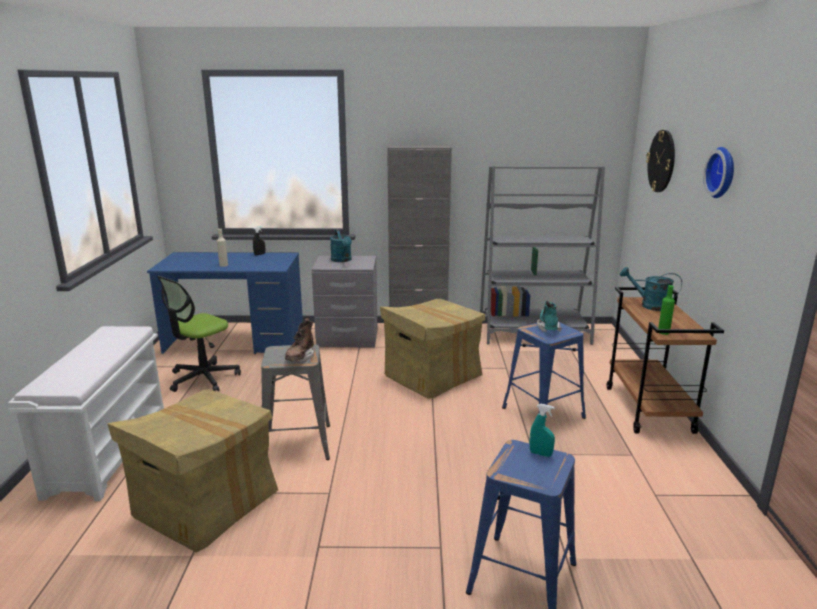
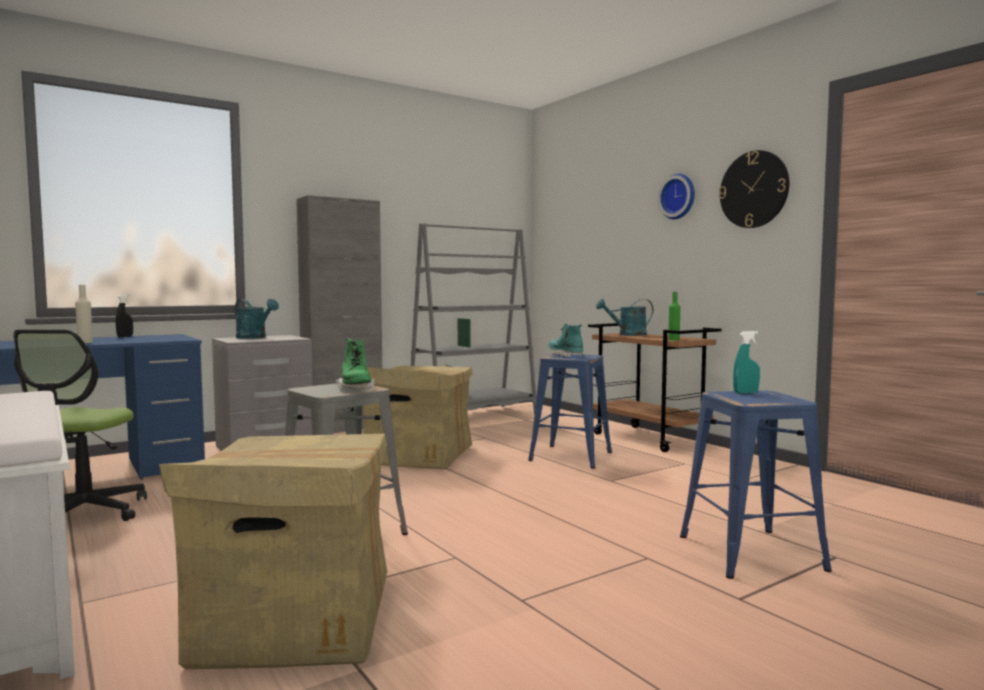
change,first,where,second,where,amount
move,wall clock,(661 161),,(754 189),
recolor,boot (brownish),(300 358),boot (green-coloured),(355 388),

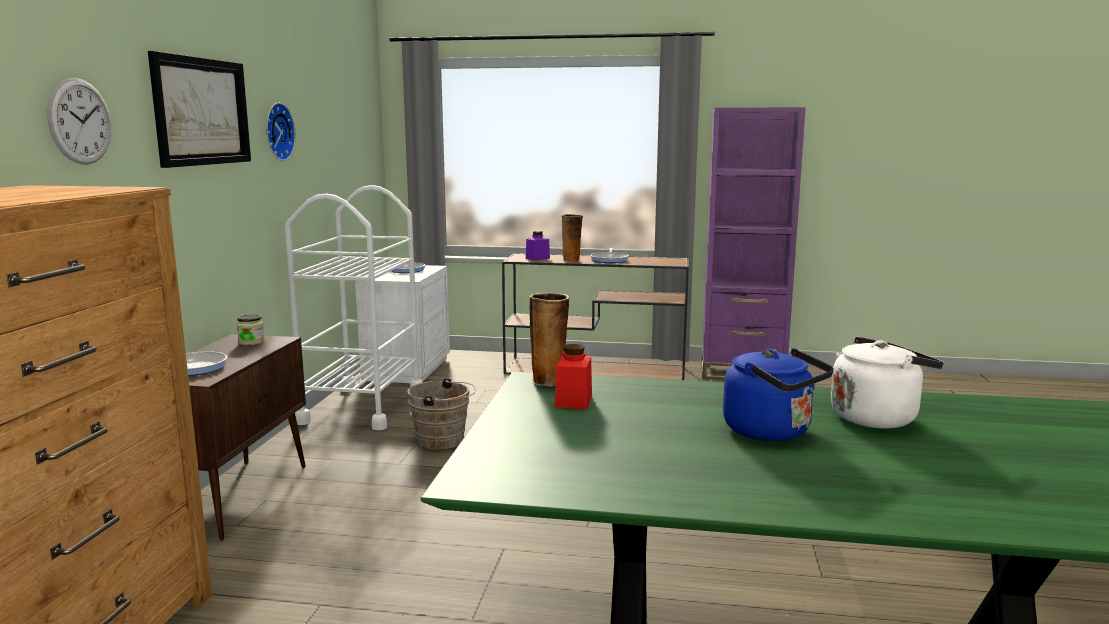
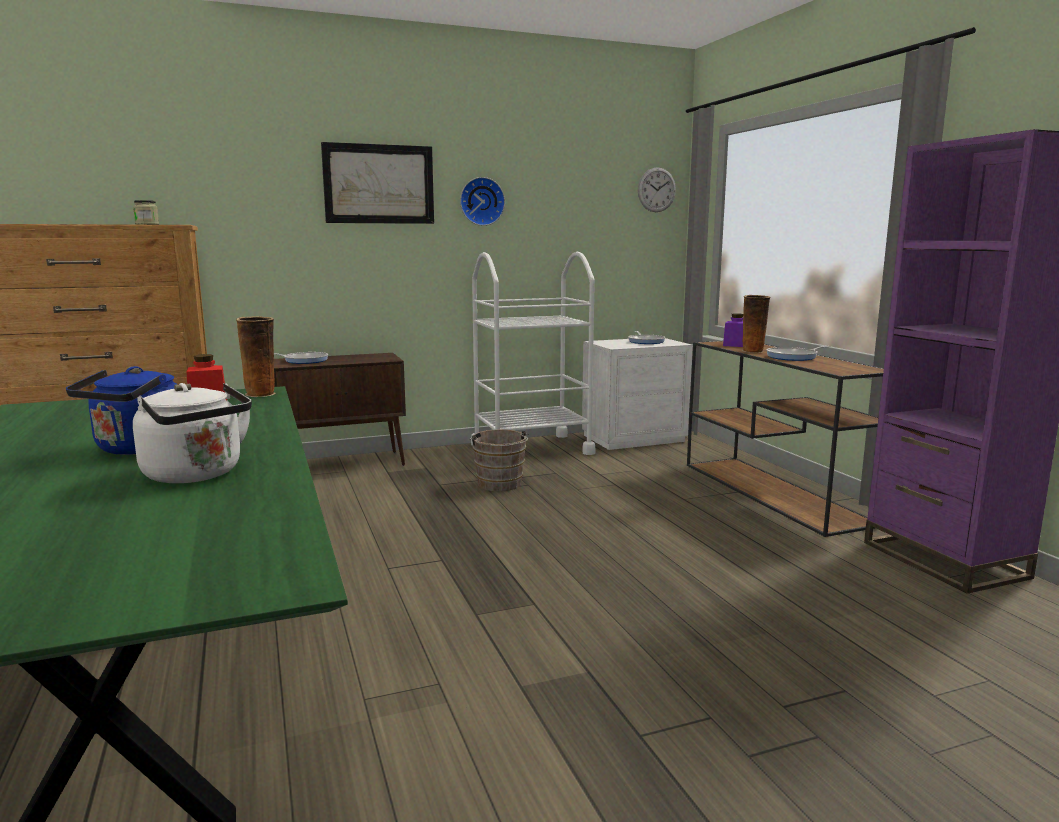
change,first,where,second,where,amount
move,wall clock,(80 121),,(656 190),
move,preserve jar,(251 342),,(147 224),

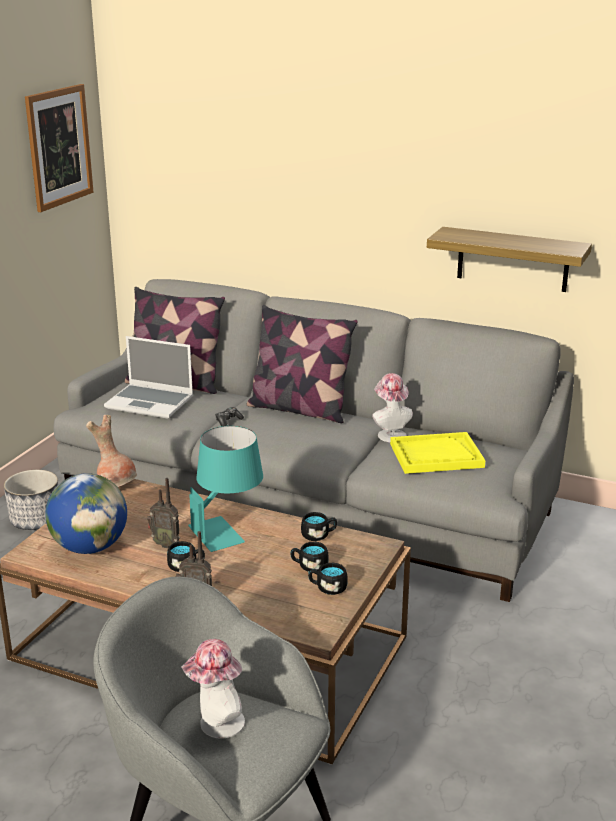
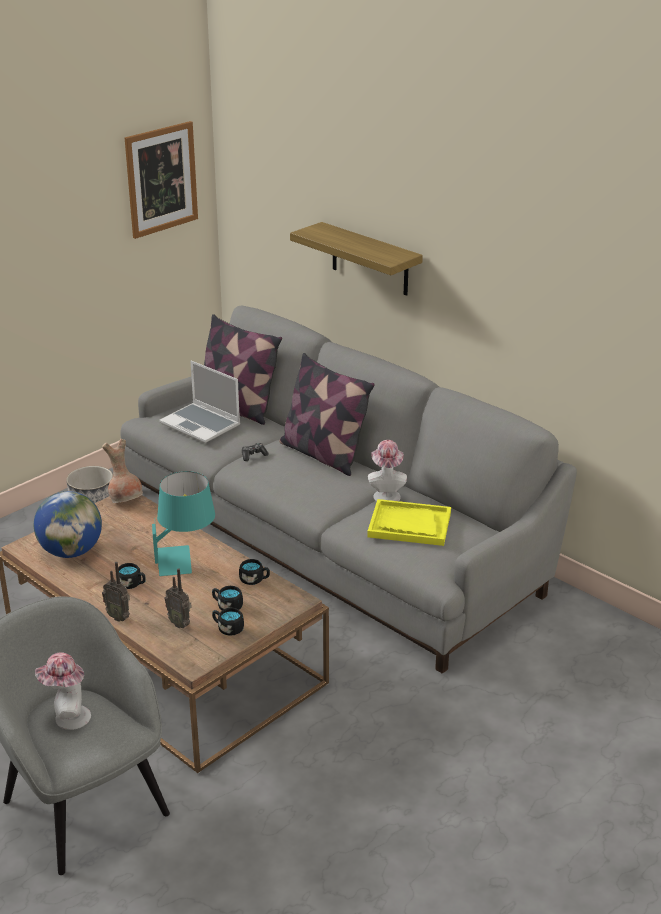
change,first,where,second,where,amount
move,radio set,(166 544),,(180 623),
move,bracket shelf,(513 259),,(370 259),

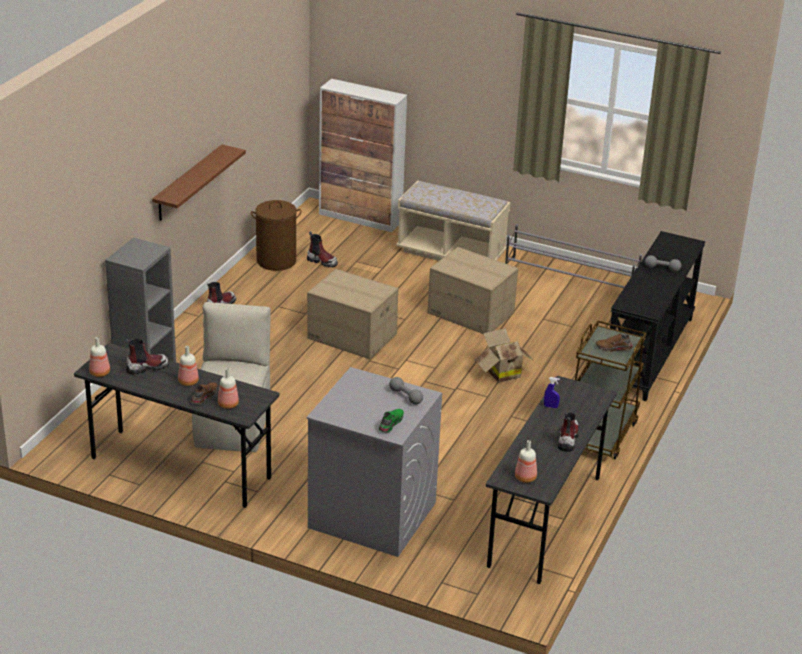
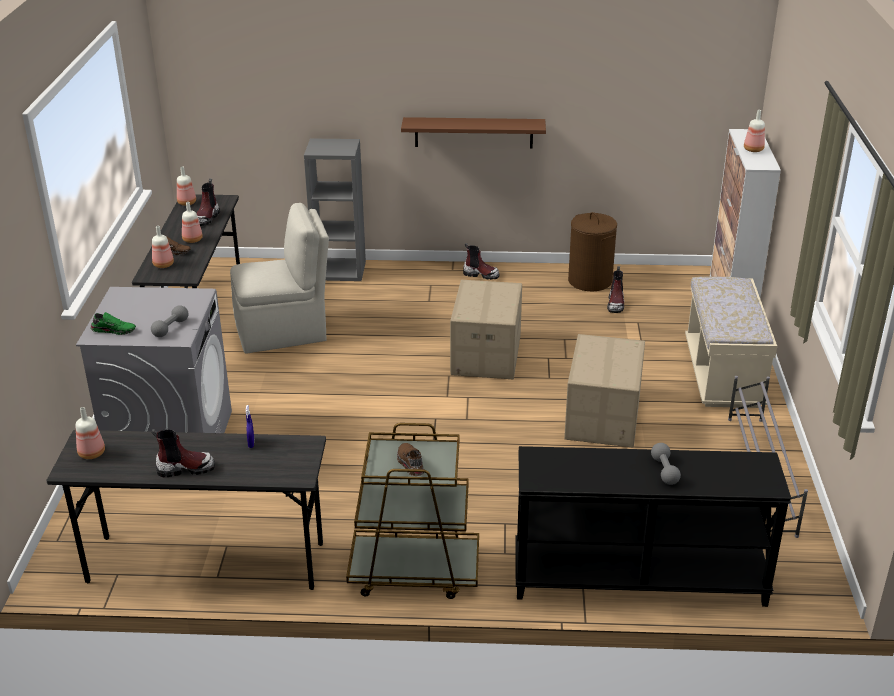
change,first,where,second,where,amount
delete,carton,(501 373),,,
insert,,,drink bottle,(753 150),
rotate,boot,(147 367),,(206 218),60 degrees clockwise

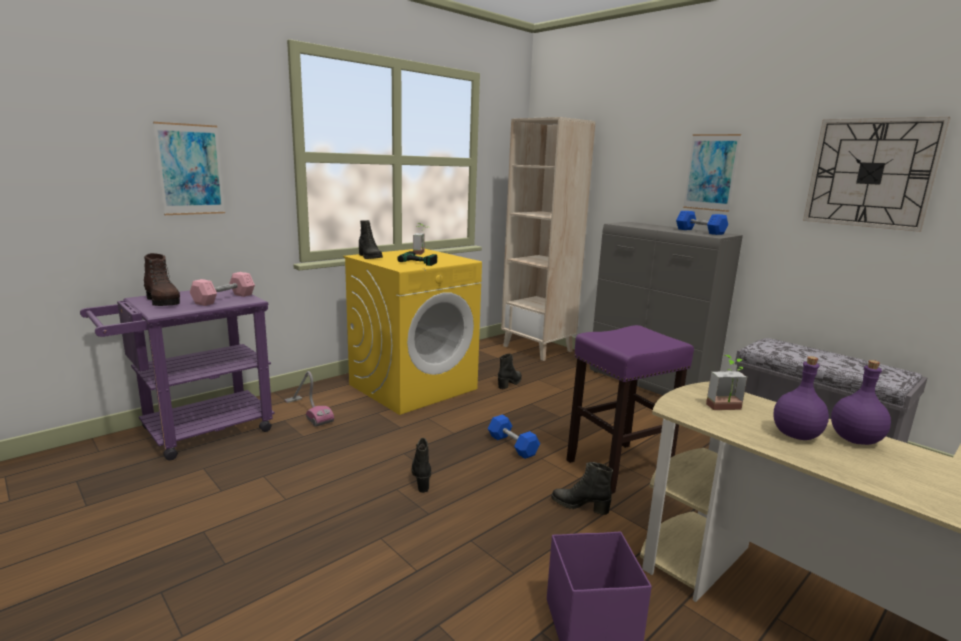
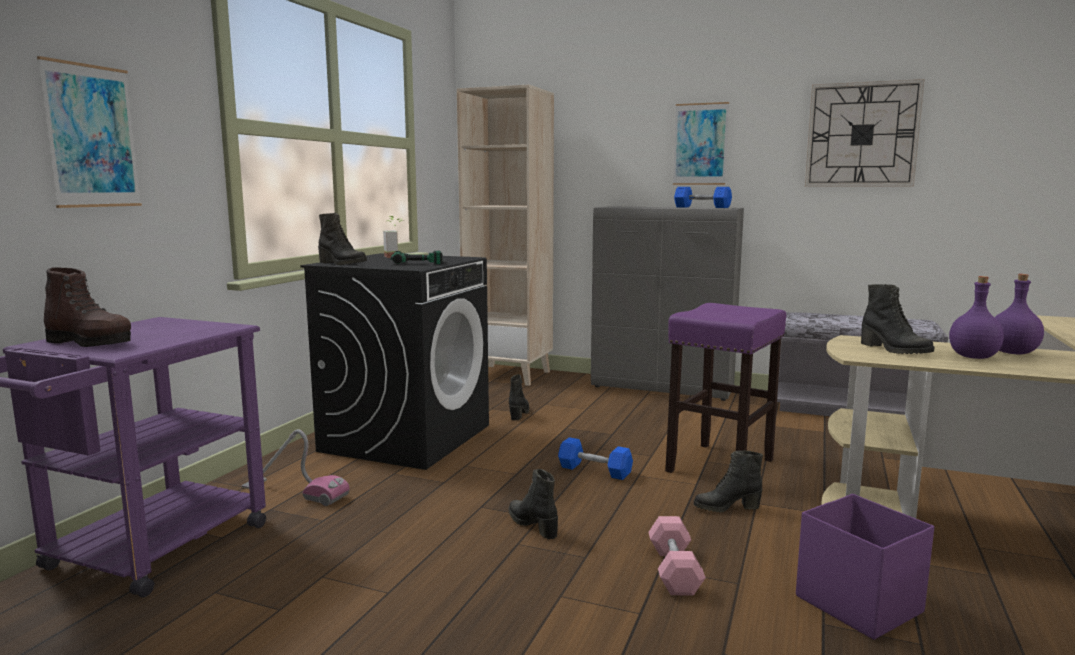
change,first,where,second,where,amount
move,free weight (pink),(224 299),,(674 570),
replace,potted plant,(727 409),boot (blackish),(894 350),
recolor,washing machine (yellow-coloured),(413 386),washing machine (blackish),(406 437),

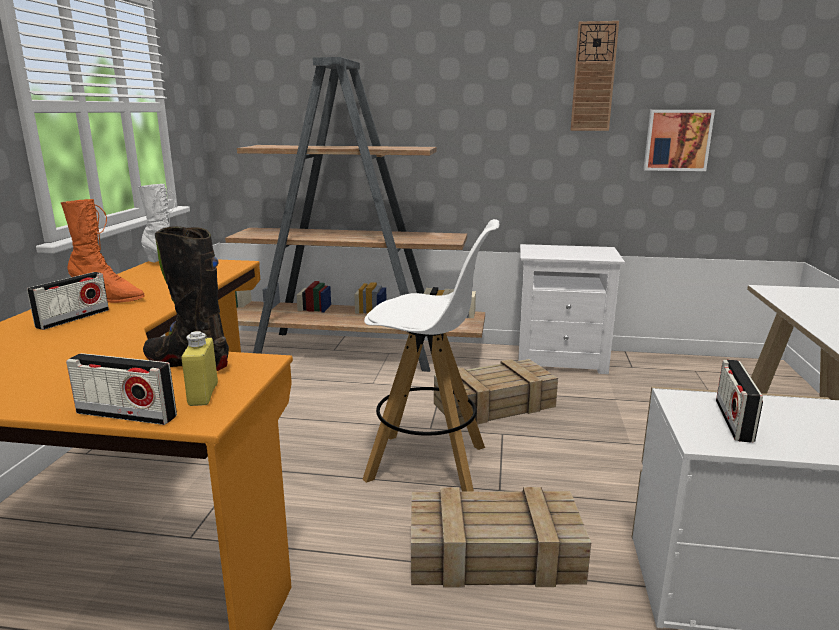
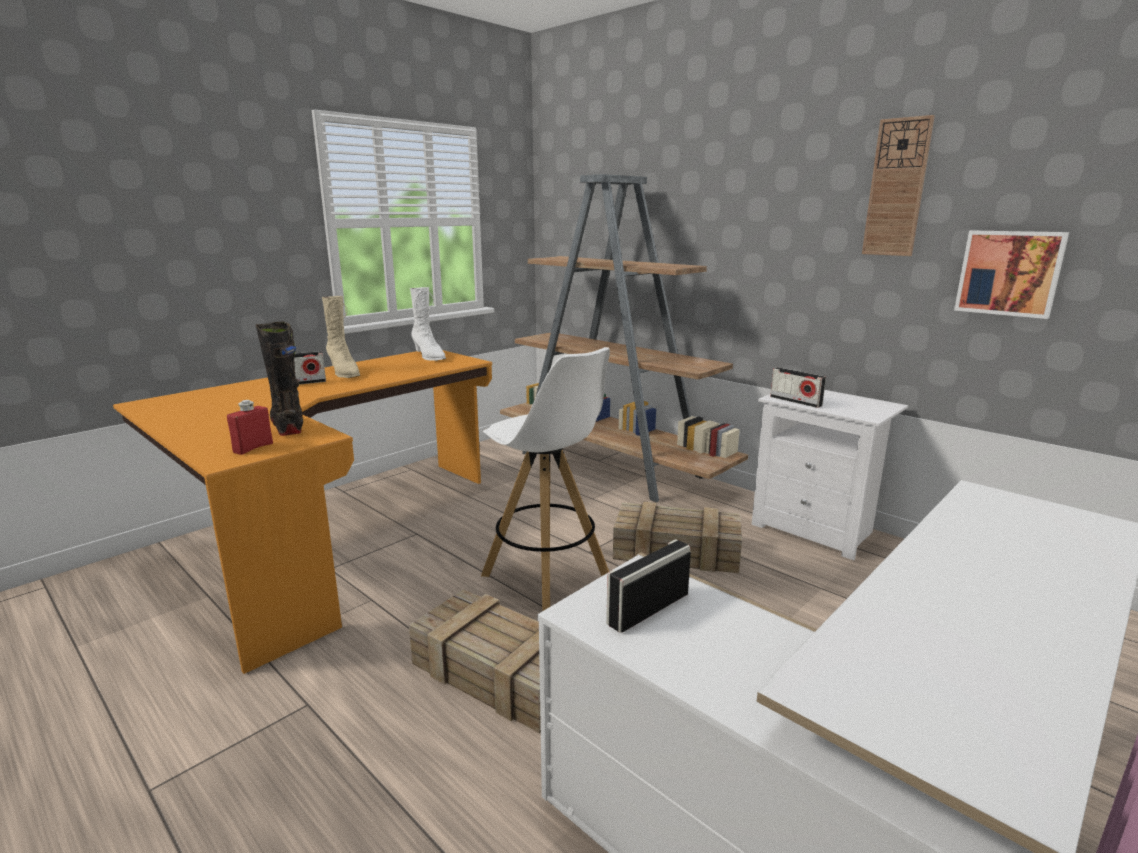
change,first,where,second,where,amount
move,radio set,(126 415),,(795 401),
recolor,boot (orangey),(108 297),boot (beige-coloured),(344 372),
recolor,drink bottle (yellow-coloured),(203 394),drink bottle (red),(253 448),

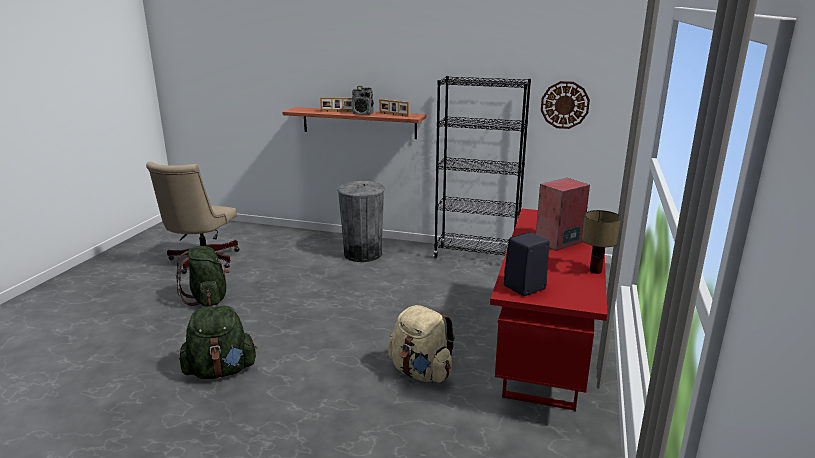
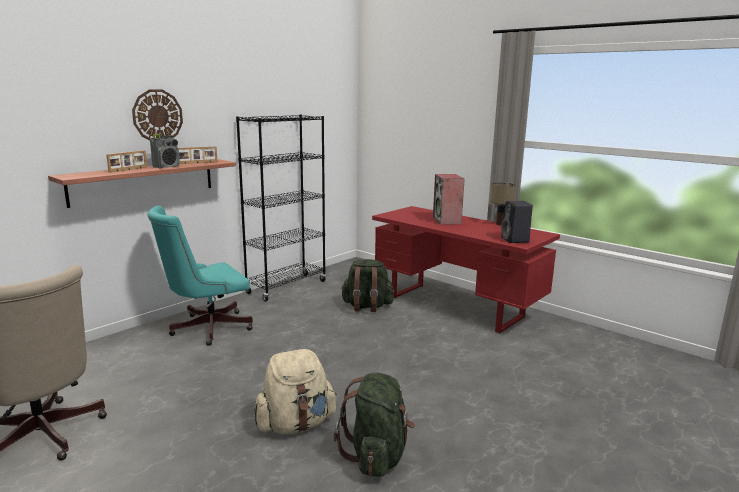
change,first,where,second,where,amount
move,backpack (green-coloured),(208 299),,(367 306),
move,backpack (beige-coloured),(421 372),,(296 424),
move,wall clock,(564 105),,(157 116),
replace,waste bin (greyish),(363 254),office chair (turquoise),(206 328),

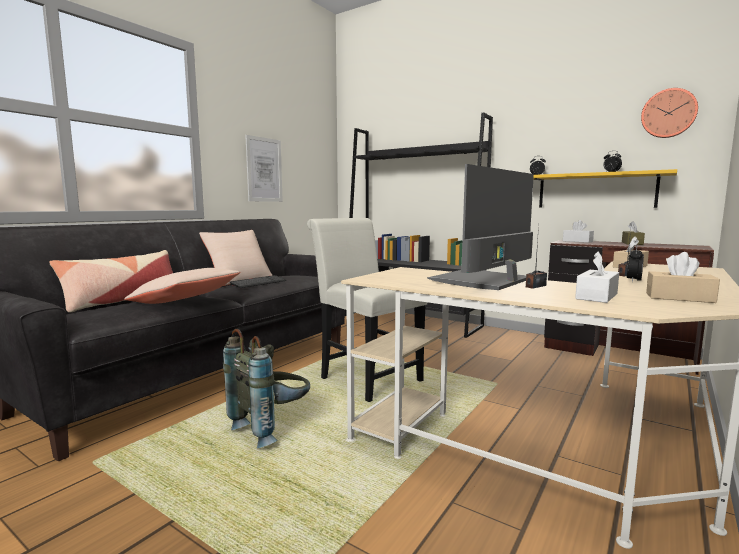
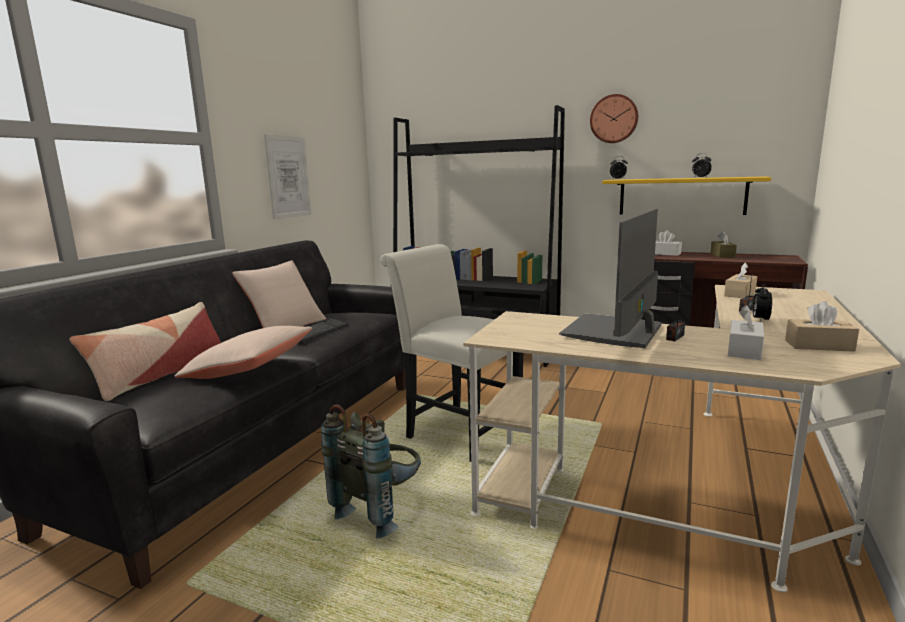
change,first,where,second,where,amount
move,wall clock,(668 113),,(614 119),

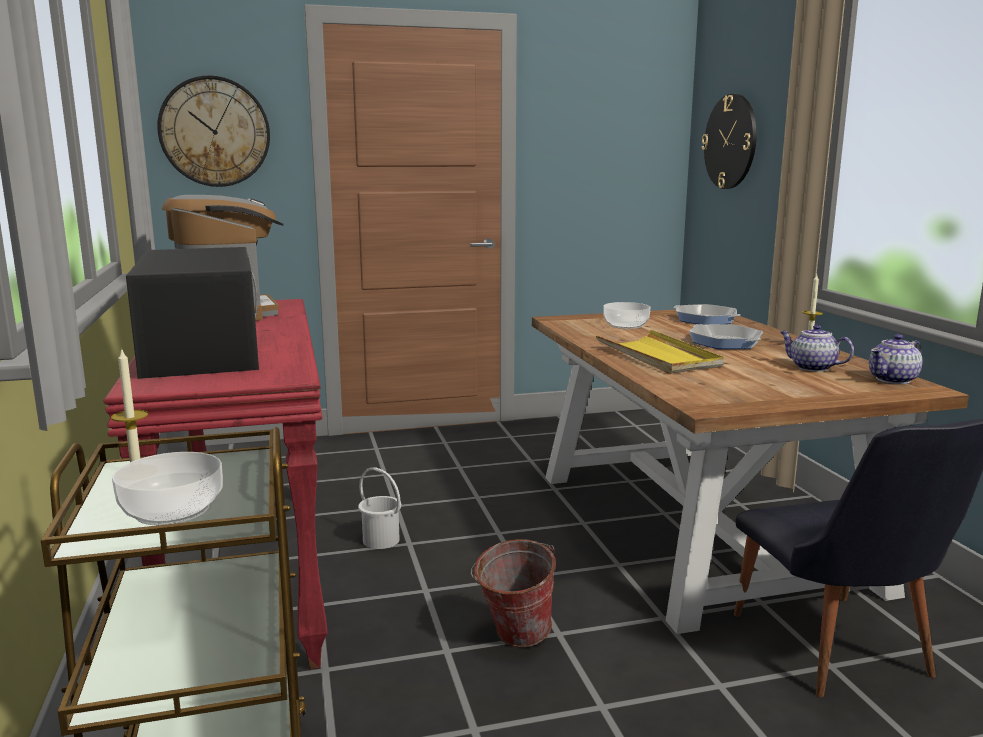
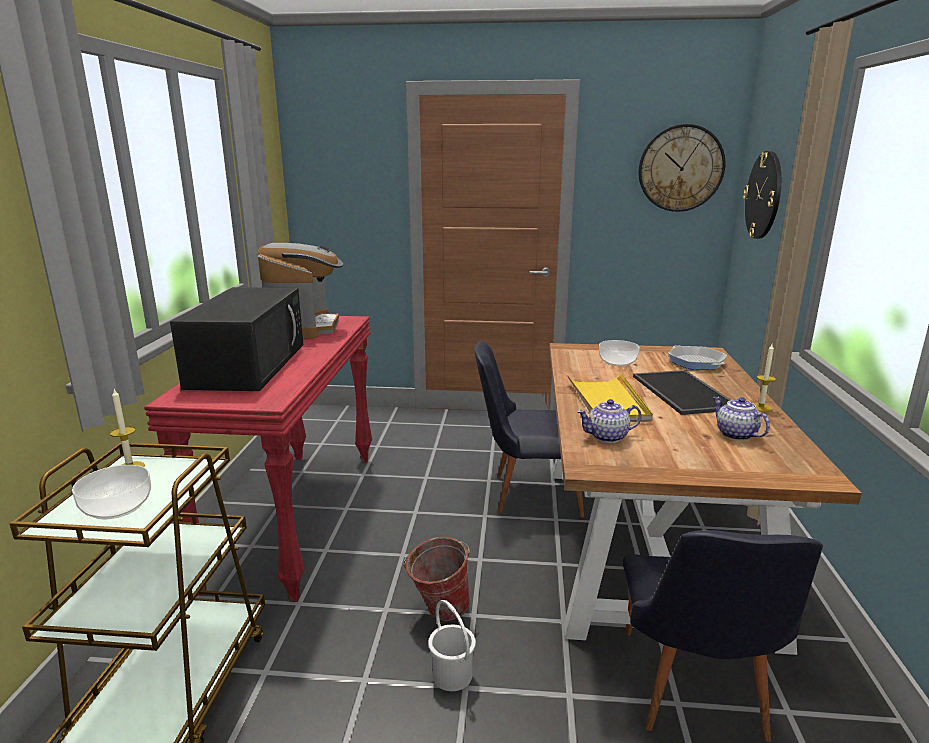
change,first,where,second,where,amount
insert,,,plain chair (blackish),(526 493),
move,wall clock,(215 132),,(680 168),
move,water bucket (whitish),(381 540),,(451 675),
move,pot for tea,(893 379),,(608 437),
replace,skillet,(725 342),carrying tray,(685 392),

